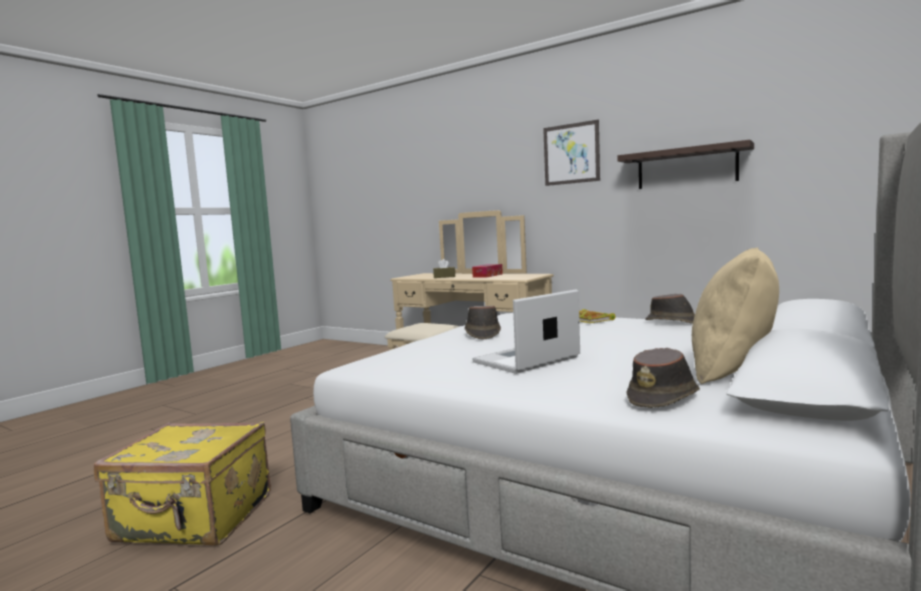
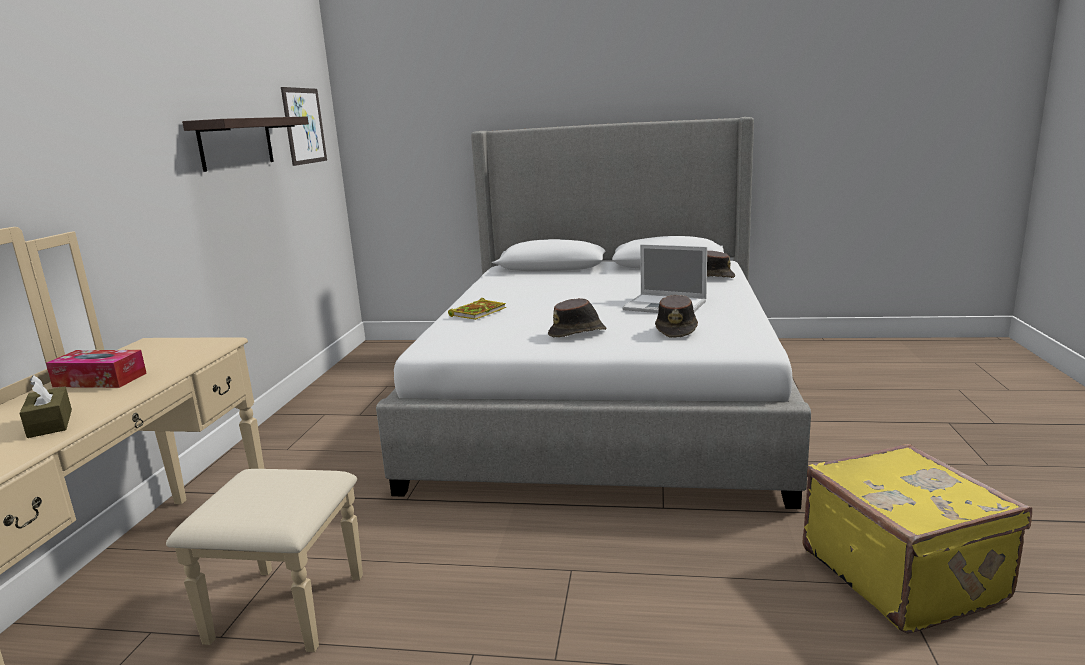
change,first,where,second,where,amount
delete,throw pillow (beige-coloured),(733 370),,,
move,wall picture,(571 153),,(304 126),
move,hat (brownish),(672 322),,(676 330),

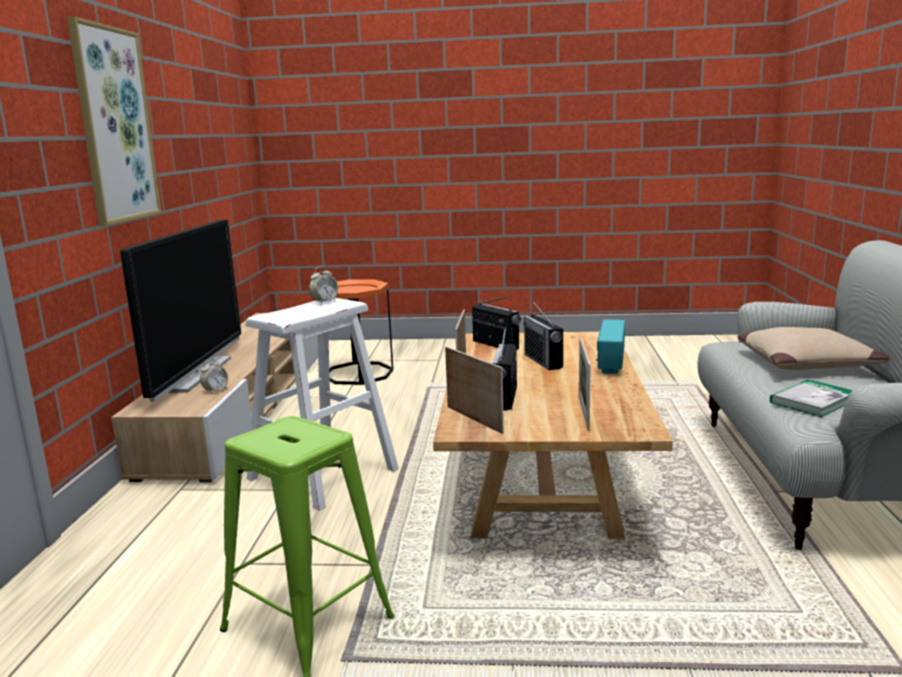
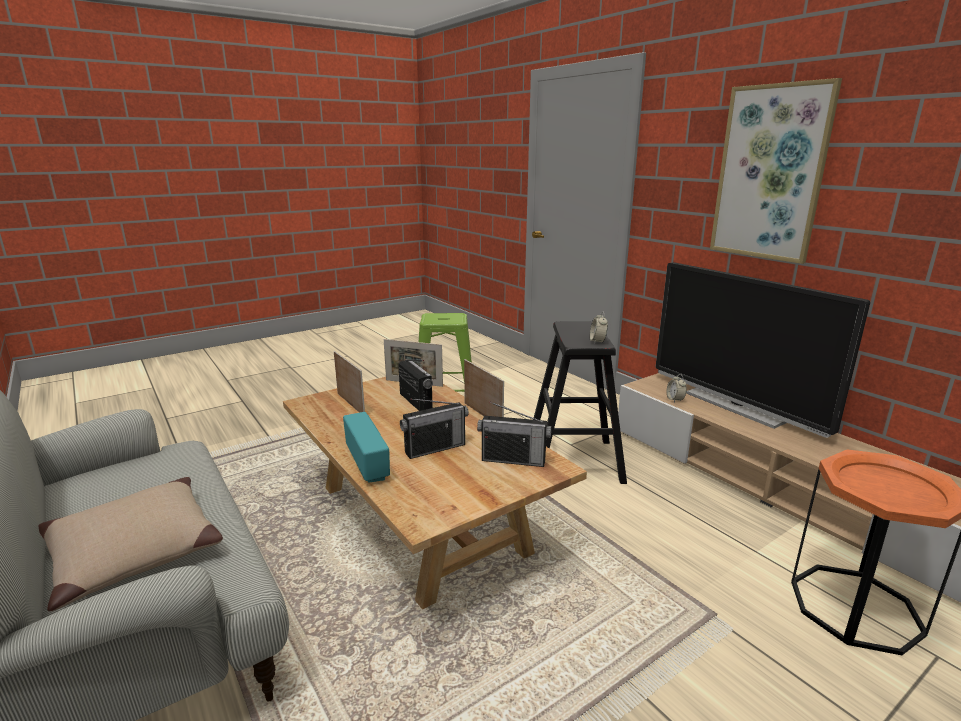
change,first,where,second,where,amount
delete,bound book,(813 401),,,
recolor,stool (whitish),(323 474),stool (blackish),(574 461),
rotate,radio set,(543 361),,(435 448),120 degrees clockwise

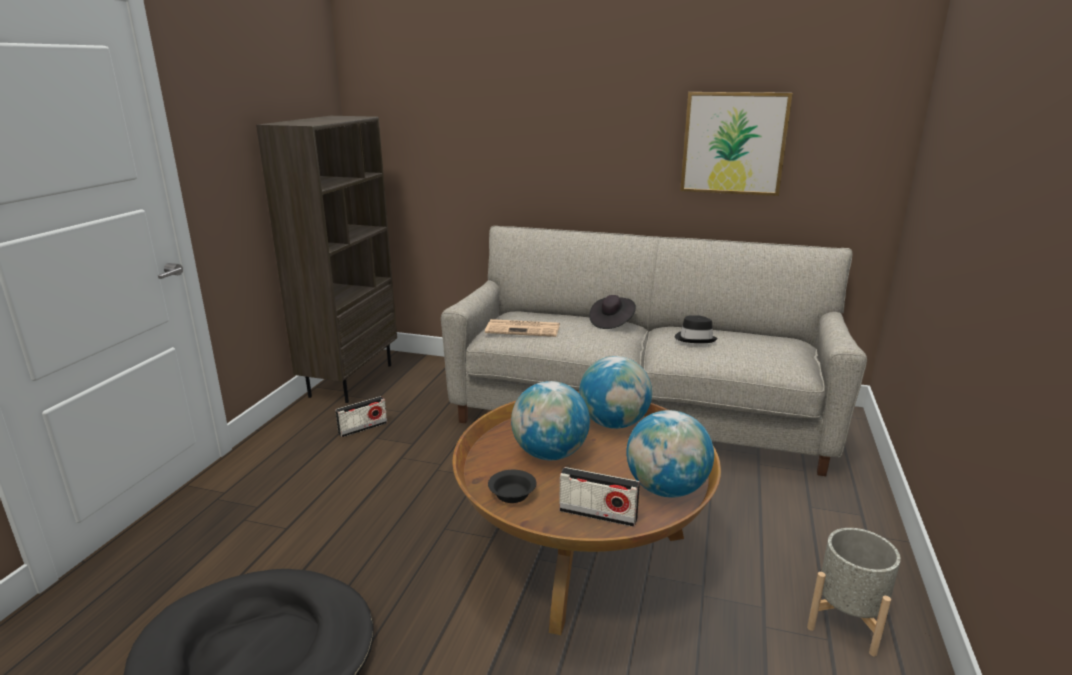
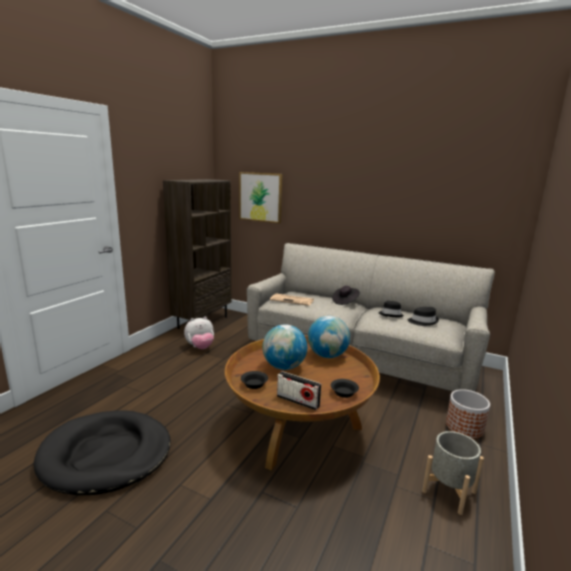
change,first,where,second,where,amount
insert,,,hat (blackish),(423 321),
insert,,,plant pot,(464 427),
move,wall picture,(733 143),,(260 197),
replace,radio set,(363 428),plush toy,(200 347),
replace,desk globe,(666 489),bowl (blackish),(343 393),

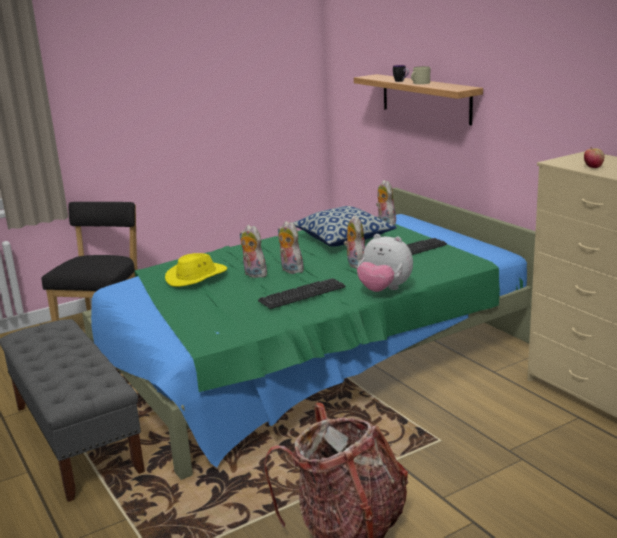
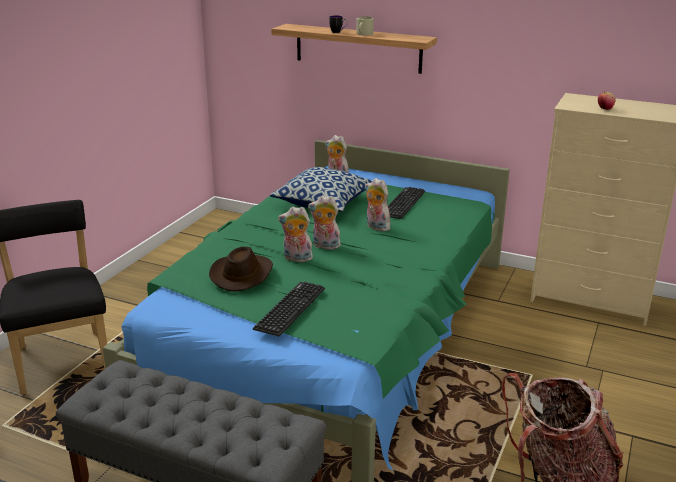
change,first,where,second,where,amount
delete,plush toy,(384 290),,,
move,PC keyboard,(302 294),,(290 309),
recolor,hat (yellow-coloured),(196 276),hat (brownish),(242 274),

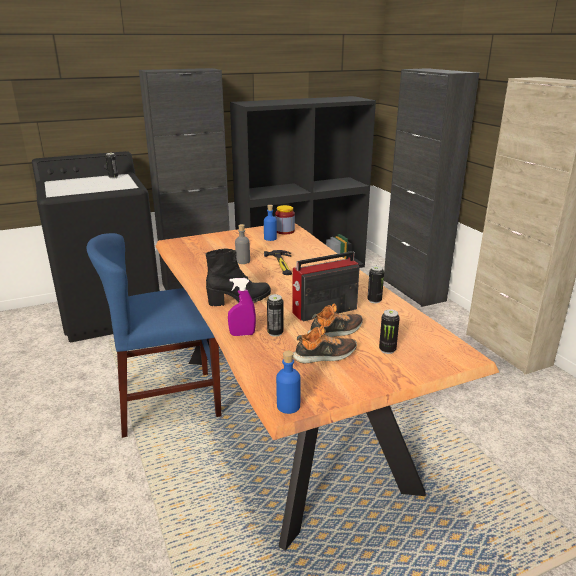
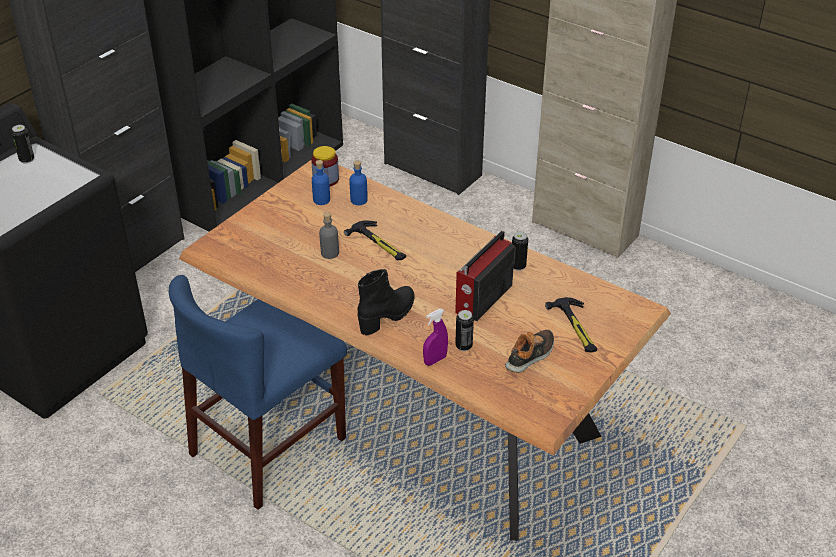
change,first,where,second,where,amount
delete,shoe,(336 332),,,
move,drink bottle (bluish),(288 406),,(359 200),
replace,can,(387 350),tool hammer,(576 327),

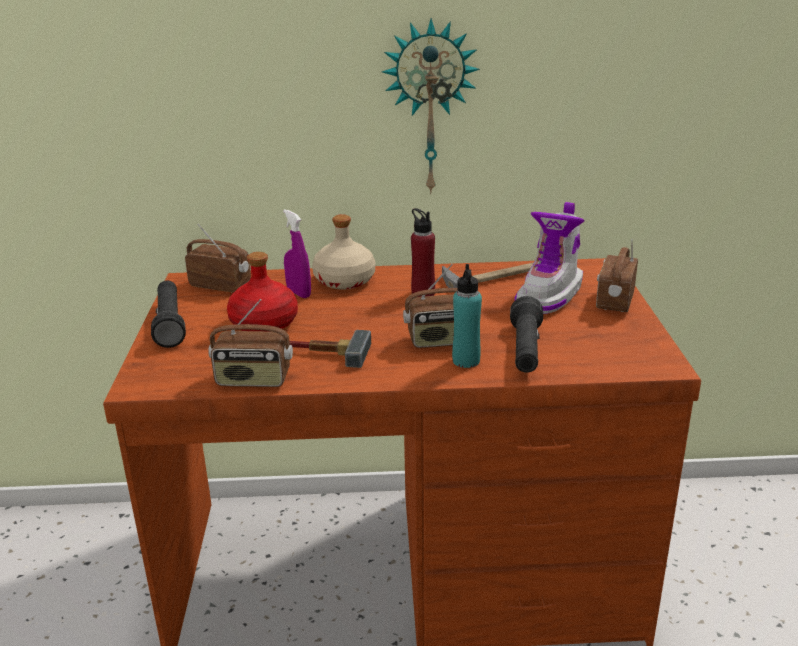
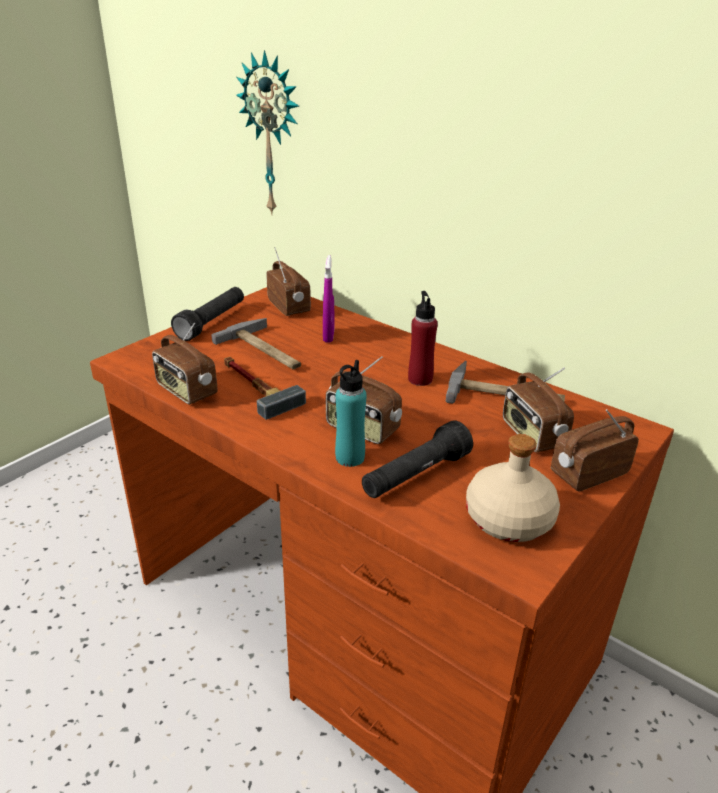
change,first,where,second,where,amount
move,drink bottle (beige-coloured),(344 281),,(507 519),
move,wall clock,(430 108),,(273 136),
replace,drink bottle (red),(265 323),tool hammer,(266 350),
replace,boot,(550 295),radio set,(532 435),

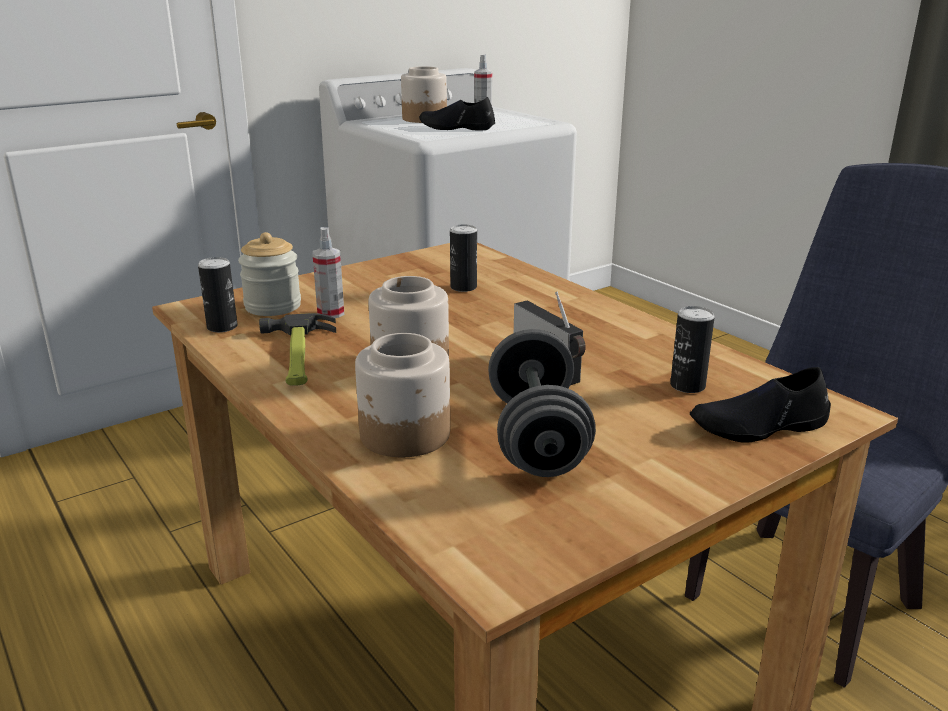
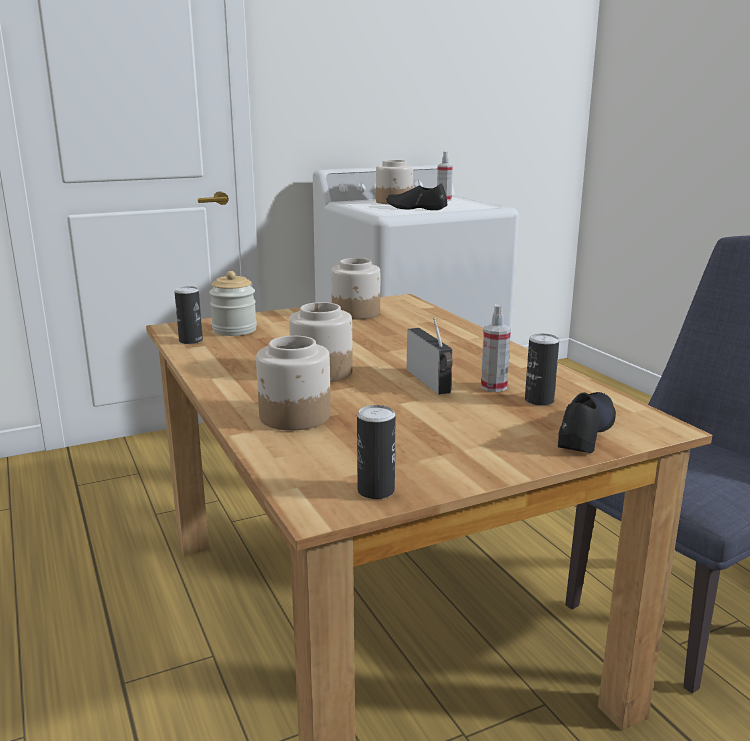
change,first,where,second,where,amount
delete,tool hammer,(297 356),,,
delete,free weight (greyish),(536 437),,,
insert,,,preserve jar,(356 313),
move,sprayer,(331 313),,(493 387),
move,can,(463 287),,(376 491),
rotate,shoe (blackish),(758 426),,(584 431),120 degrees clockwise

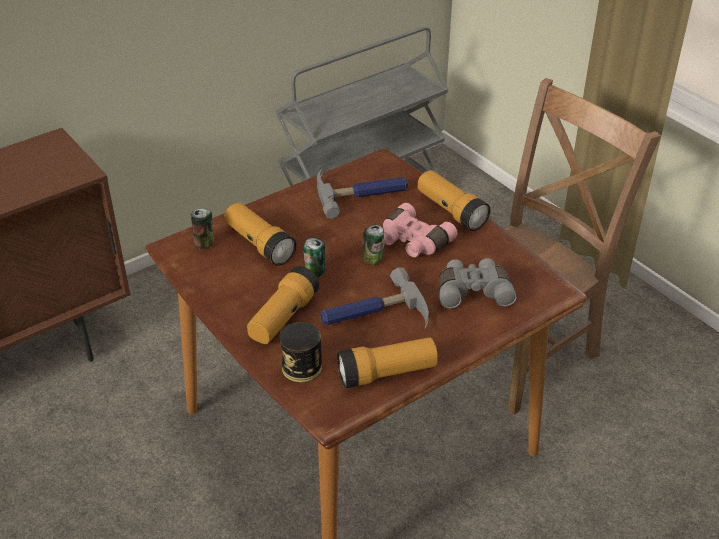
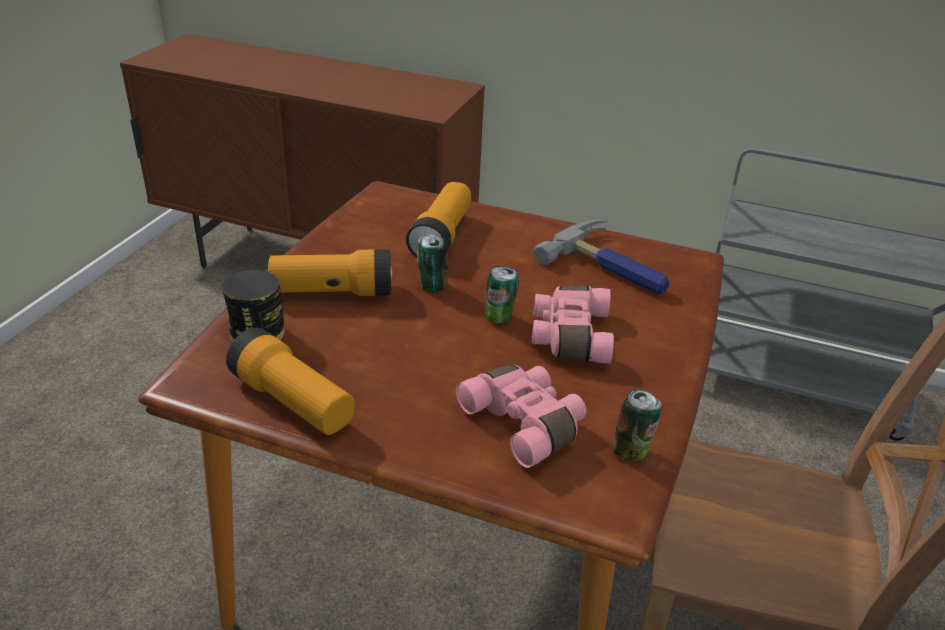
change,first,where,second,where,amount
delete,tool hammer,(373 315),,,
delete,flashlight,(451 211),,,
move,can,(204 243),,(631 451),
recolor,binoculars (greyish),(473 291),binoculars (pink),(526 423),

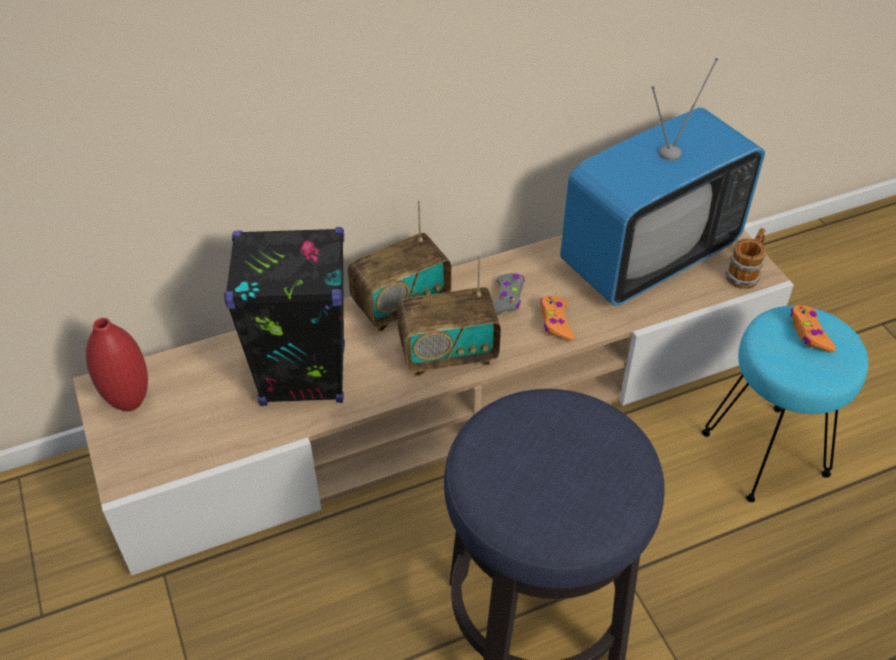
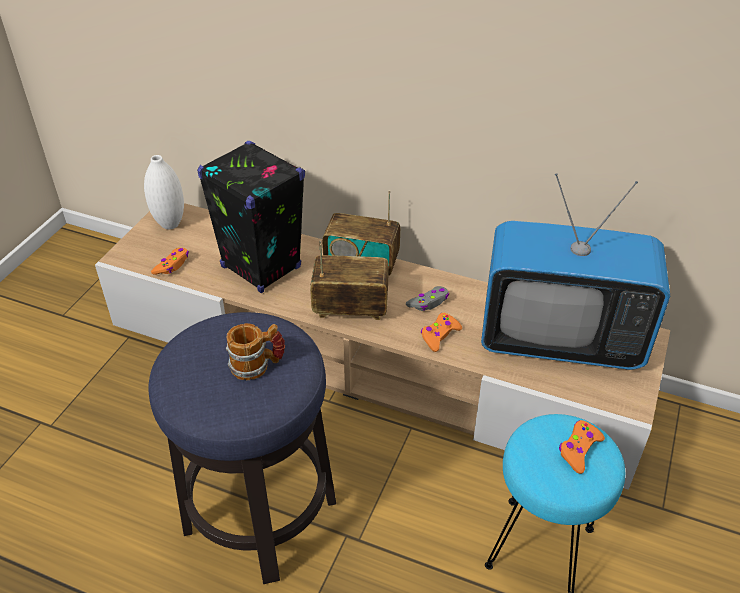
change,first,where,second,where,amount
insert,,,joypad (orangey),(172 265),
move,mug,(745 273),,(257 365),
recolor,decorative vase (red),(129 401),decorative vase (whitish),(170 224),
rotate,radio set,(448 354),,(350 308),150 degrees clockwise

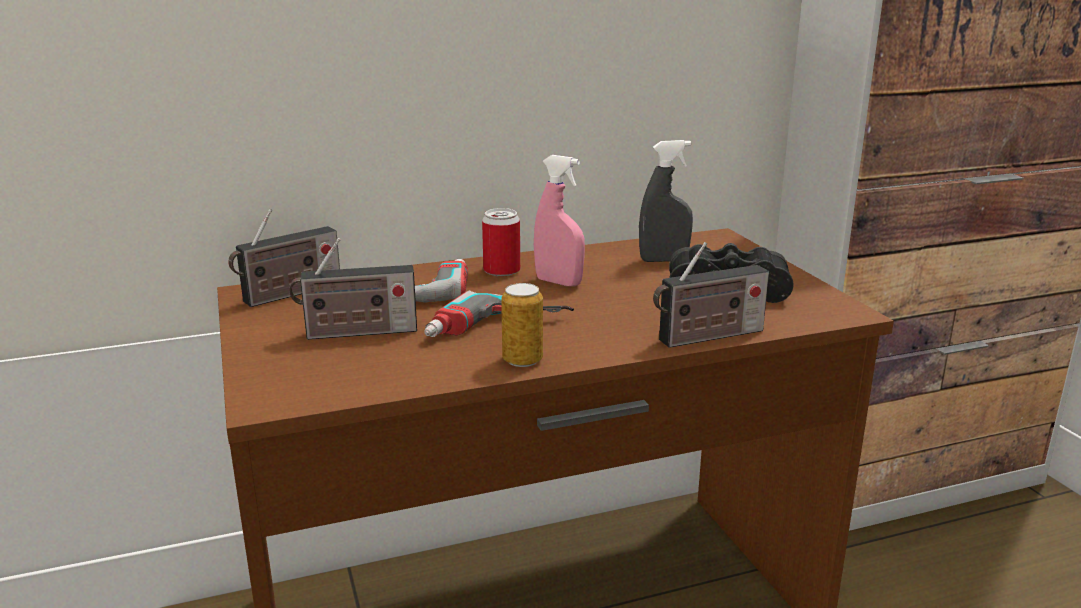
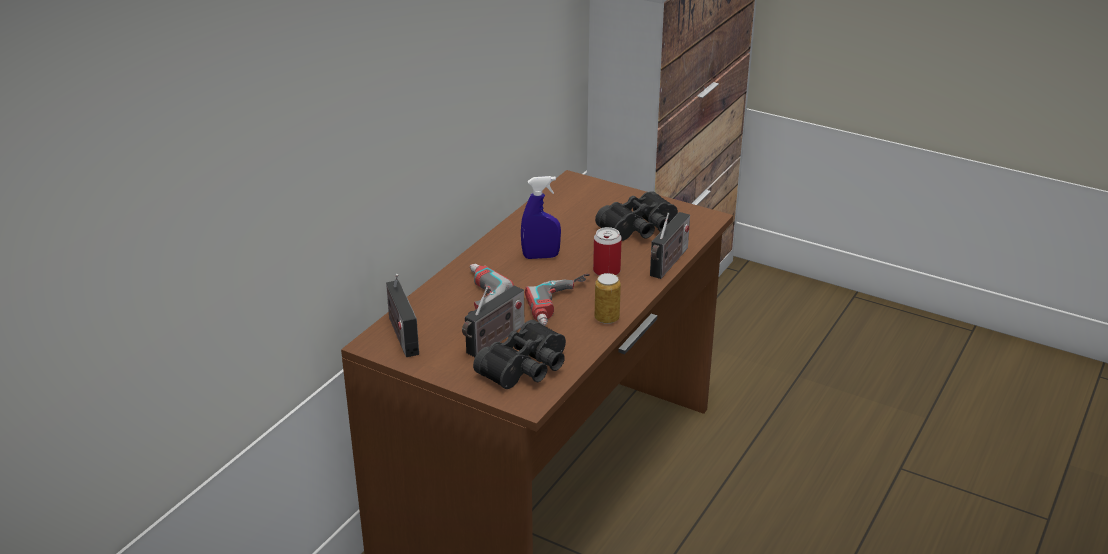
change,first,where,second,where,amount
delete,sprayer (greyish),(663 260),,,
insert,,,binoculars (blackish),(527 369),
move,can,(501 271),,(606 271),
recolor,sprayer (pink),(558 282),sprayer (bluish),(541 256),
rotate,radio set,(289 294),,(401 334),150 degrees clockwise

